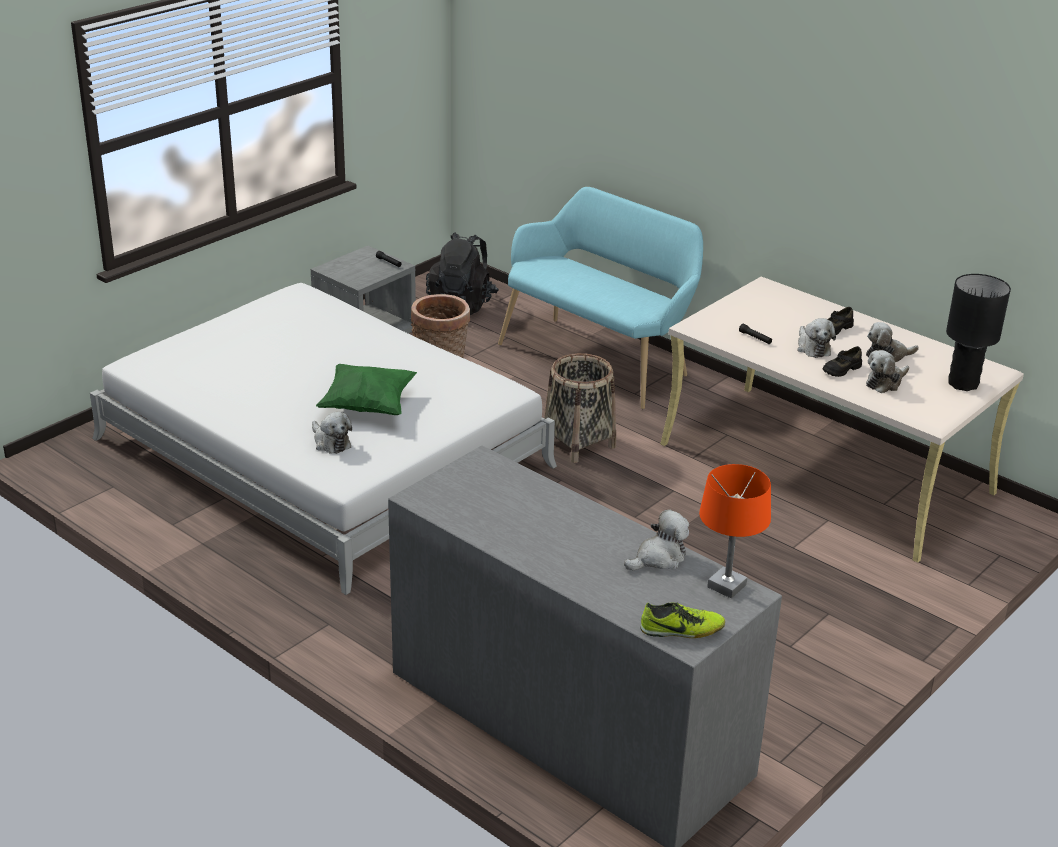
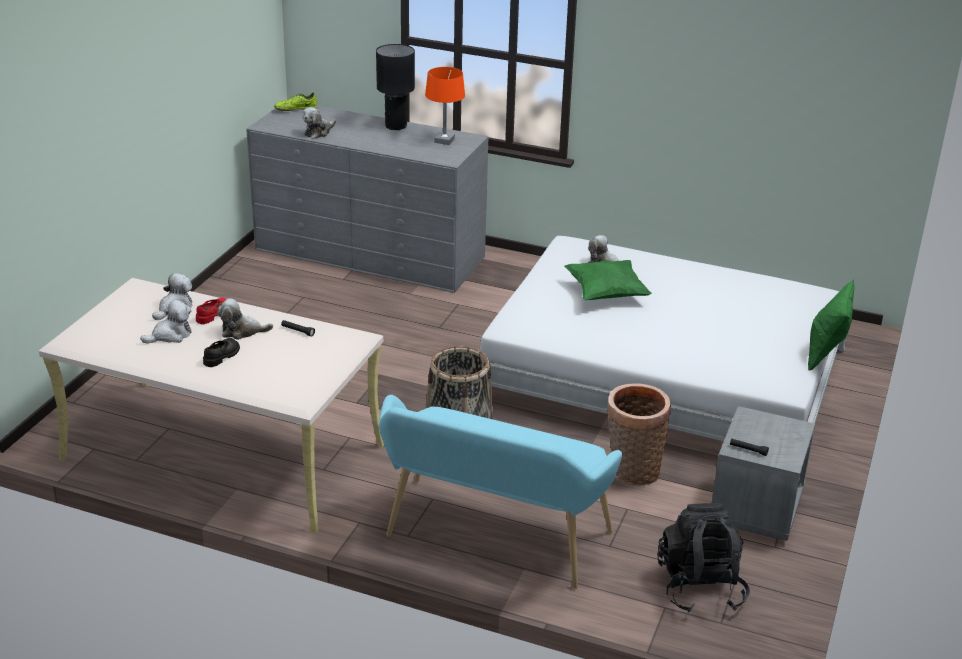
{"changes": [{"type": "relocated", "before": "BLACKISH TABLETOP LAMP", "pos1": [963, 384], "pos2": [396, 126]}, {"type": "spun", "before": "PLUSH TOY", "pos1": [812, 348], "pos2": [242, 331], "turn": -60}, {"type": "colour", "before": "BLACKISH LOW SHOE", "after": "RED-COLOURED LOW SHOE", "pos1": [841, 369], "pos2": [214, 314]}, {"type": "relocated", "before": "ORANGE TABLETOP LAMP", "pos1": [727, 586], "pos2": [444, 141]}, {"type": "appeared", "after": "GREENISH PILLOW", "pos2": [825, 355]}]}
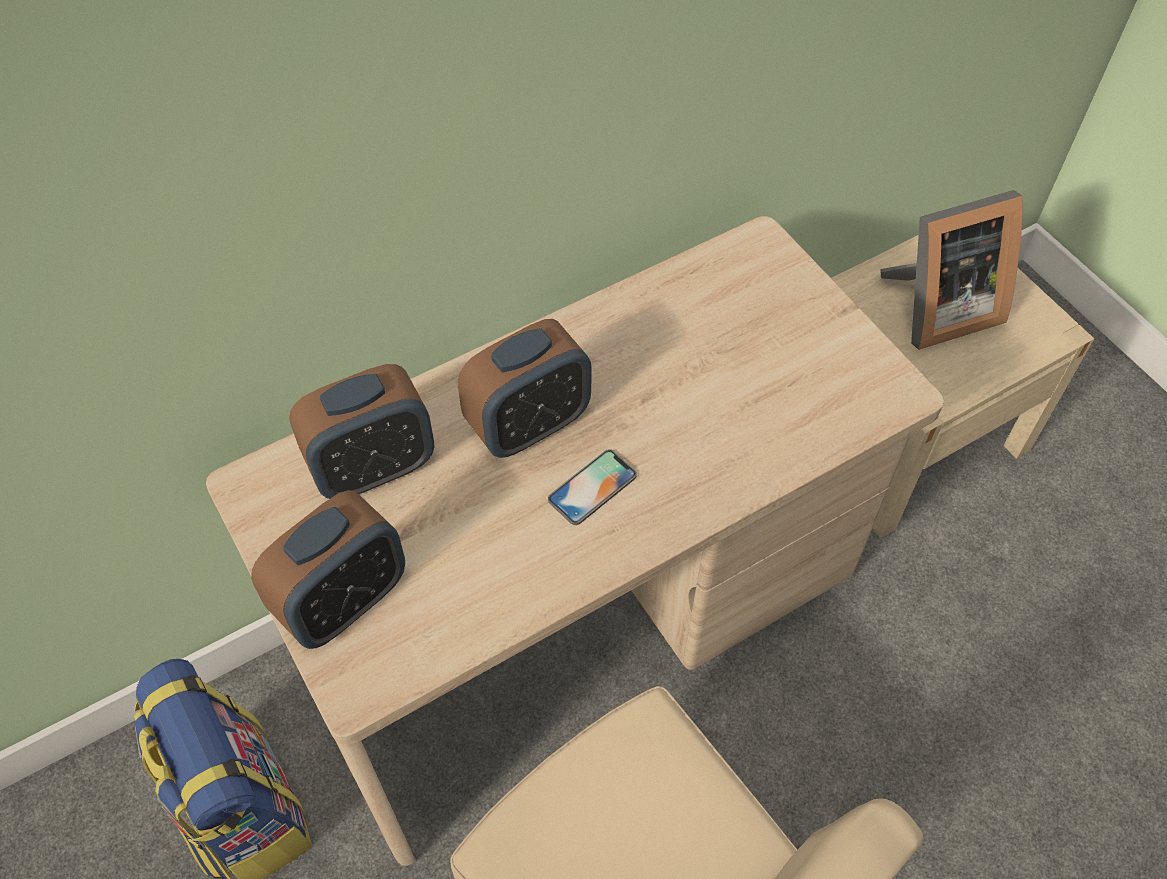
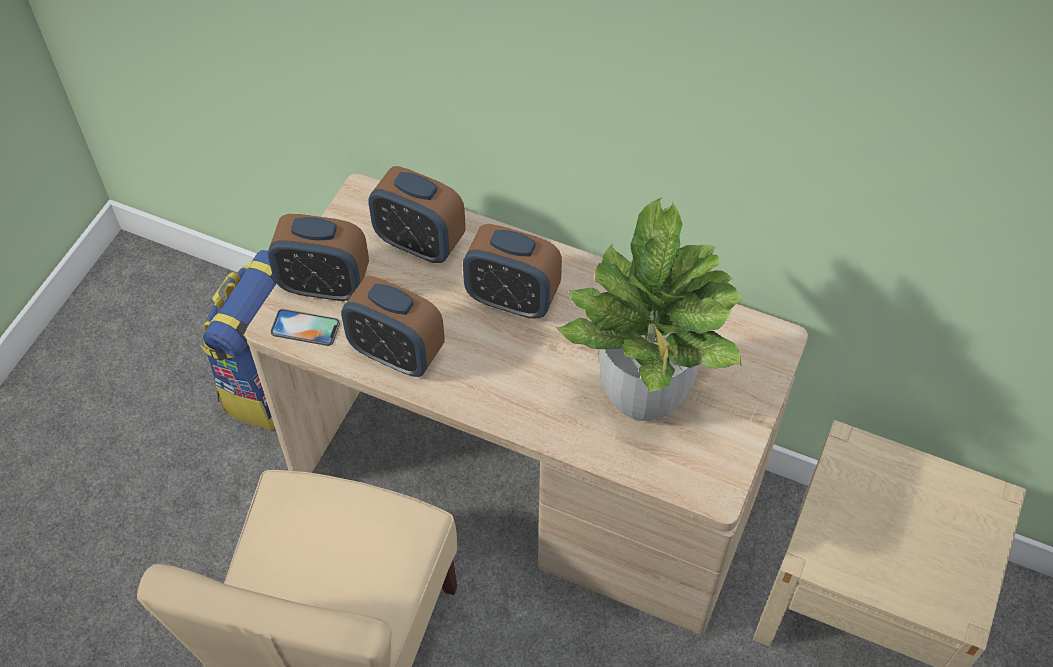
{"changes": [{"type": "missing", "before": "STANDING FRAME", "pos1": [936, 309]}, {"type": "relocated", "before": "HANDSET", "pos1": [592, 487], "pos2": [305, 328]}, {"type": "appeared", "after": "HOUSEPLANT", "pos2": [644, 396]}, {"type": "appeared", "after": "TABLE CLOCK", "pos2": [396, 353]}]}
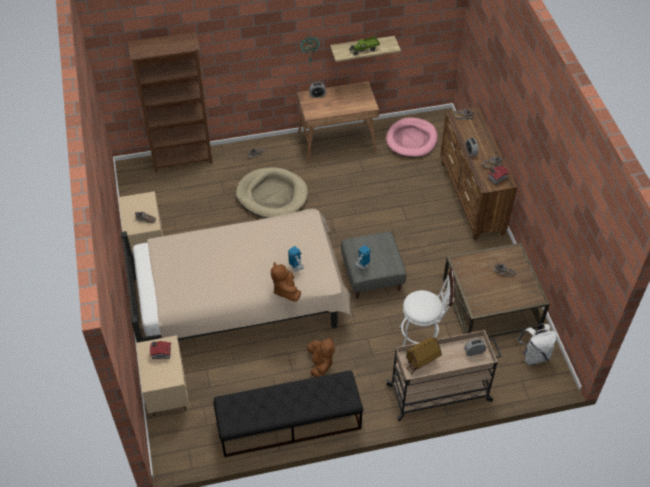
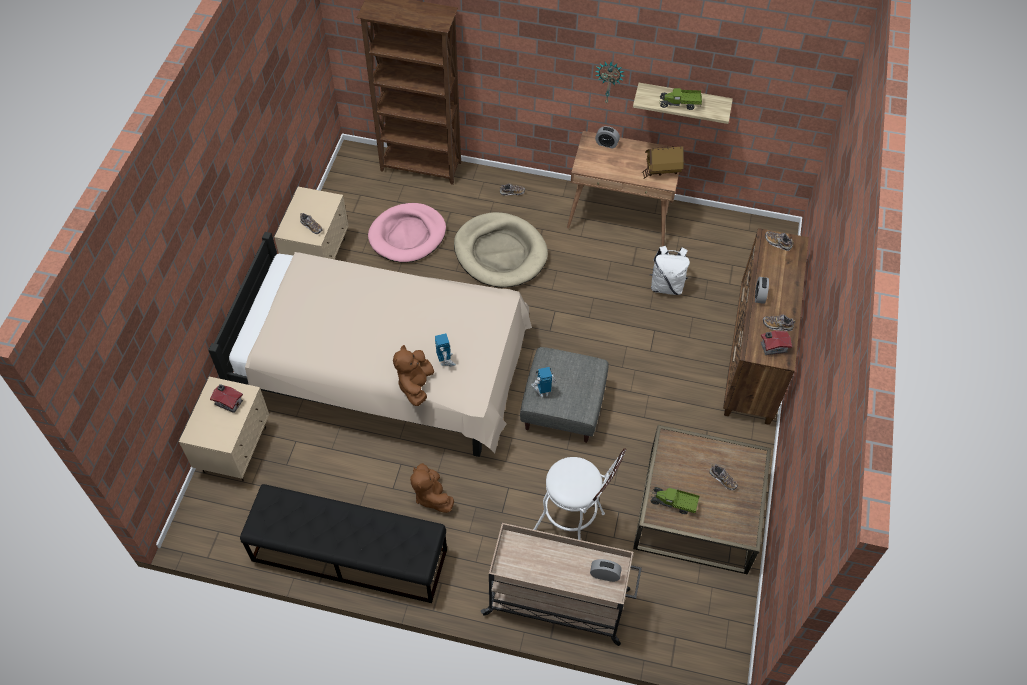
{"changes": [{"type": "relocated", "before": "PINK-COLOURED DOG BED", "pos1": [411, 140], "pos2": [407, 235]}, {"type": "relocated", "before": "WHITISH RUCKSACK", "pos1": [534, 355], "pos2": [666, 286]}, {"type": "spun", "before": "BROWN PLUSH TOY", "pos1": [320, 364], "pos2": [431, 496], "turn": 135}, {"type": "relocated", "before": "MINIATURE HOUSE", "pos1": [421, 361], "pos2": [662, 171]}, {"type": "appeared", "after": "TOY LORRY", "pos2": [673, 503]}]}
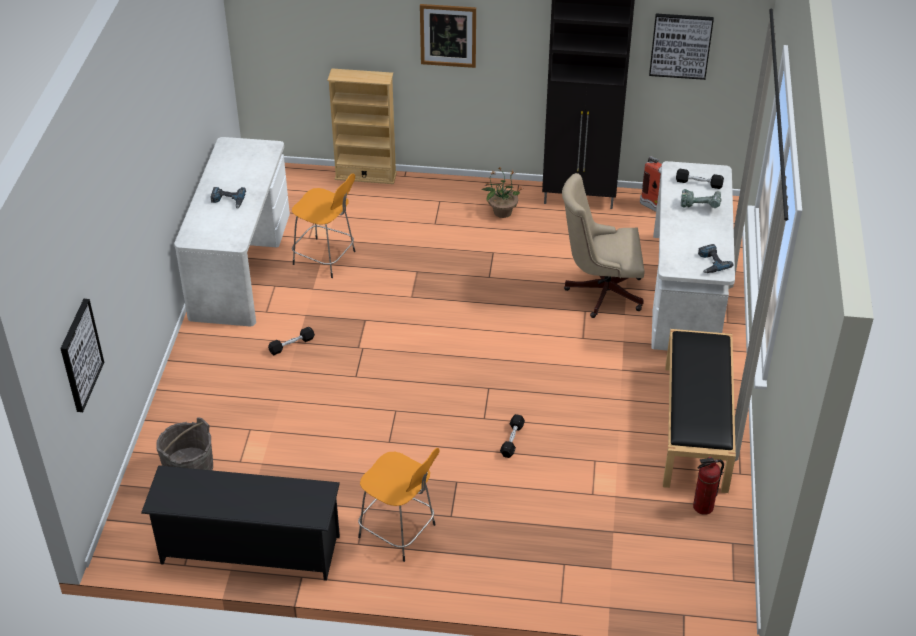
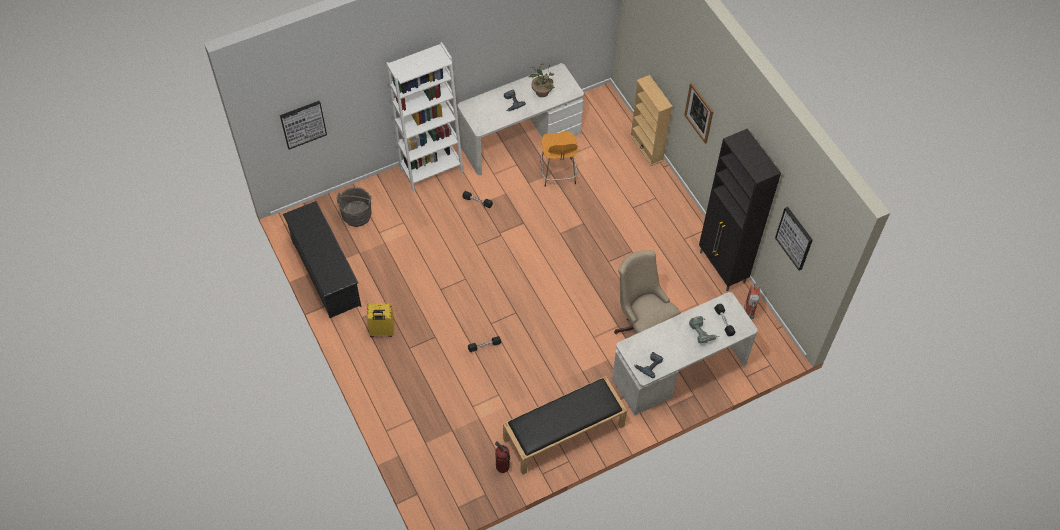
{"changes": [{"type": "relocated", "before": "HOUSEPLANT", "pos1": [502, 212], "pos2": [542, 92]}, {"type": "exchanged", "before": "ORANGE STOOL SEAT", "after": "YELLOWISH TRAVEL CASE", "pos1": [399, 532], "pos2": [382, 331]}, {"type": "appeared", "after": "WHITISH SHELVING UNIT", "pos2": [431, 170]}]}
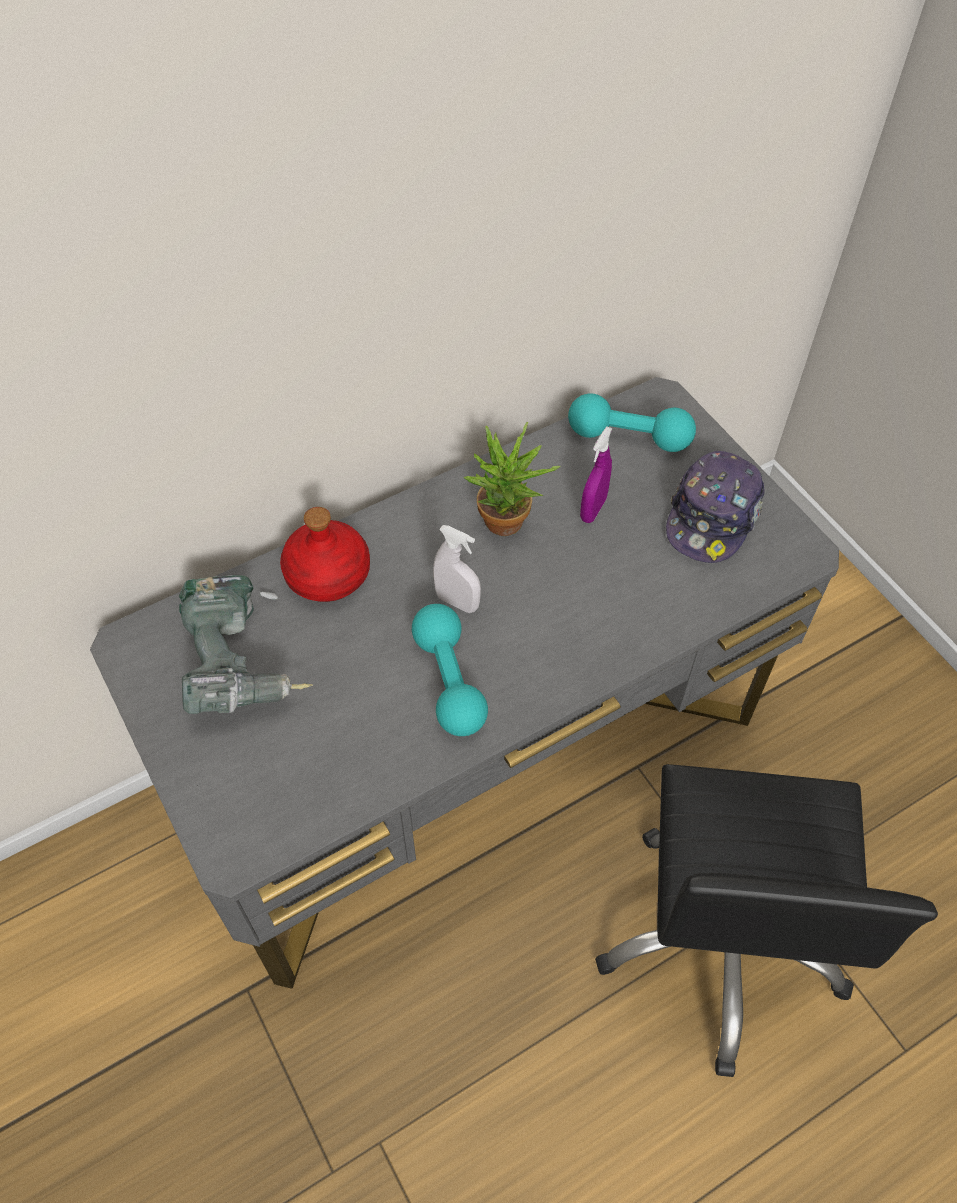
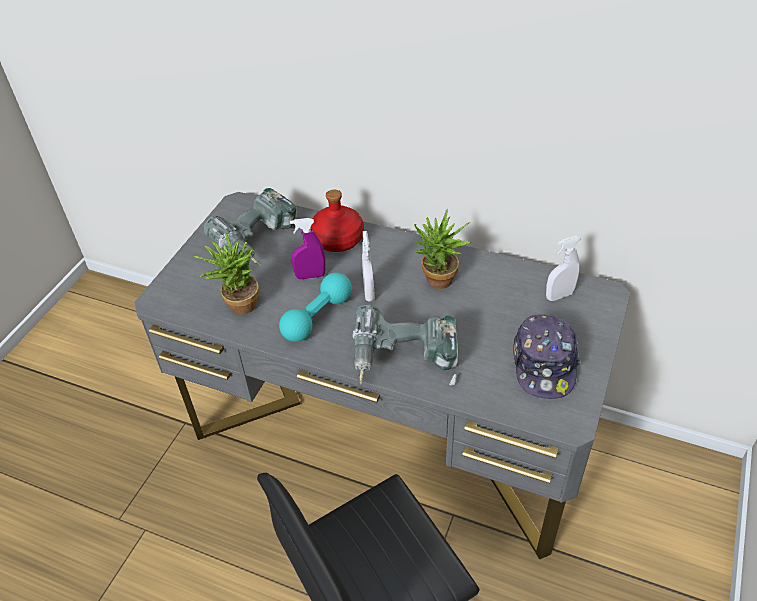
{"changes": [{"type": "exchanged", "before": "TURQUOISE DUMBBELL", "after": "WHITISH SPRAYER", "pos1": [629, 437], "pos2": [559, 295]}, {"type": "relocated", "before": "PURPLE SPRAYER", "pos1": [593, 509], "pos2": [310, 276]}, {"type": "spun", "before": "PEAKED CAP", "pos1": [712, 517], "pos2": [544, 364], "turn": -75}, {"type": "appeared", "after": "HOUSEPLANT", "pos2": [237, 305]}, {"type": "appeared", "after": "POWER DRILL", "pos2": [404, 362]}]}
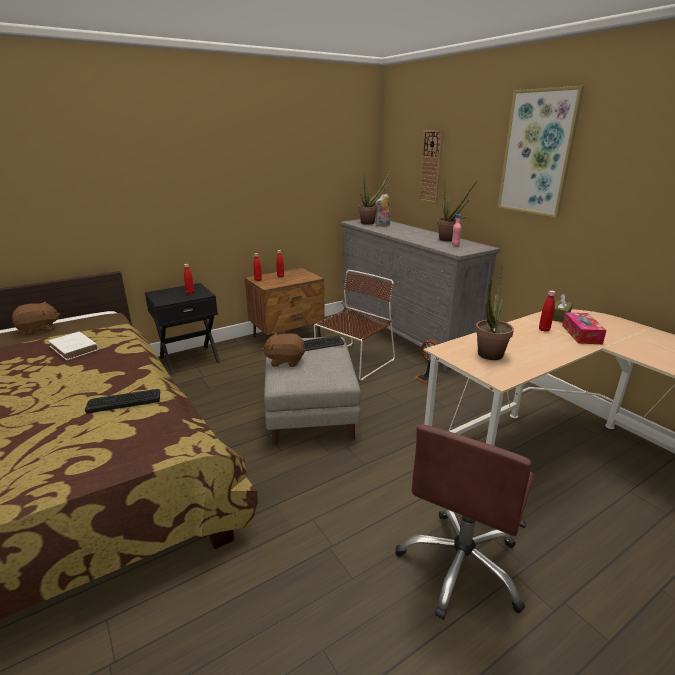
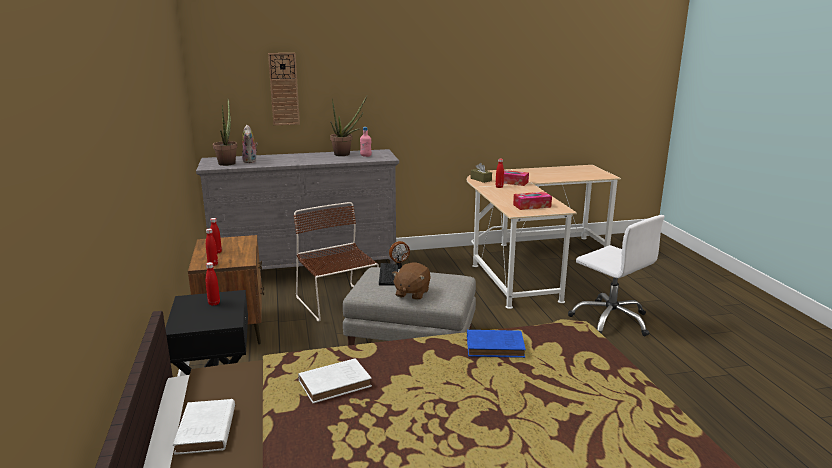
{"changes": [{"type": "missing", "before": "WALL ART", "pos1": [537, 153]}, {"type": "exchanged", "before": "HOUSEPLANT", "after": "BOX OF TISSUES", "pos1": [488, 357], "pos2": [532, 206]}, {"type": "exchanged", "before": "BROWN PLUSH TOY", "after": "WHITISH BOOK", "pos1": [38, 330], "pos2": [206, 431]}, {"type": "exchanged", "before": "KEYBOARD", "after": "BLUISH BOOK", "pos1": [124, 401], "pos2": [496, 347]}, {"type": "colour", "before": "BROWN COMPUTER CHAIR", "after": "WHITISH COMPUTER CHAIR", "pos1": [461, 565], "pos2": [611, 320]}]}
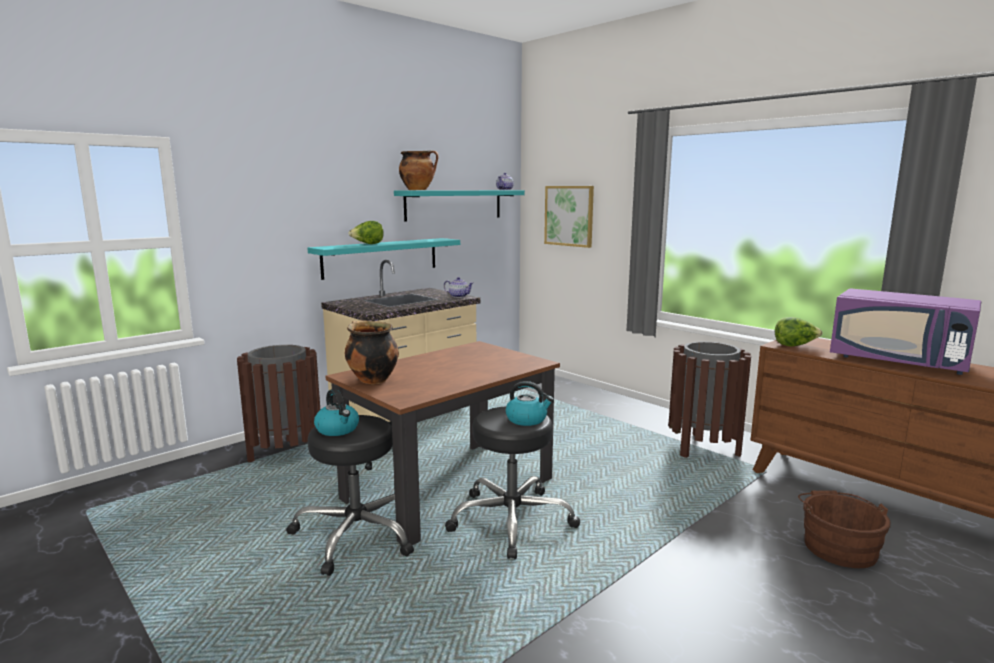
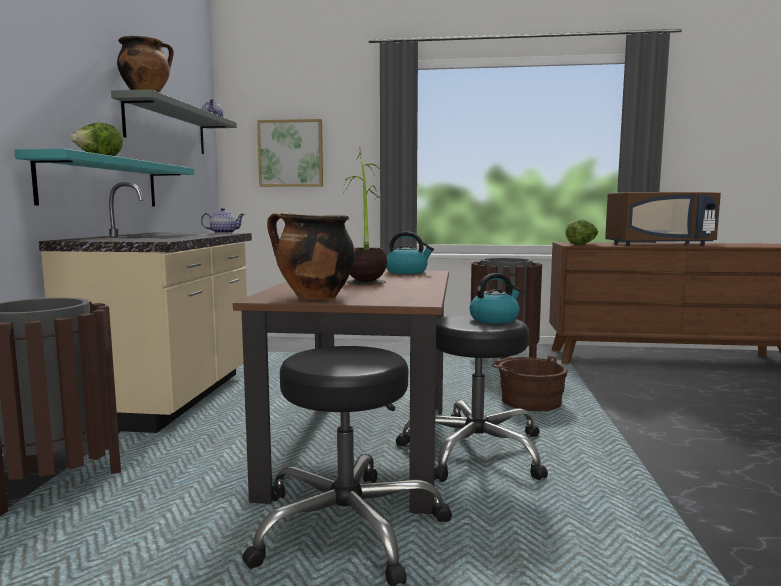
{"changes": [{"type": "colour", "before": "TURQUOISE SHELF", "after": "GREY SHELF", "pos1": [454, 204], "pos2": [167, 128]}, {"type": "colour", "before": "PURPLE KITCHEN MICROWAVE", "after": "BROWN KITCHEN MICROWAVE", "pos1": [899, 362], "pos2": [658, 244]}, {"type": "relocated", "before": "WATER KETTLE", "pos1": [338, 429], "pos2": [407, 272]}, {"type": "relocated", "before": "BROWN BUCKET", "pos1": [837, 546], "pos2": [528, 401]}, {"type": "appeared", "after": "HOUSEPLANT", "pos2": [365, 279]}]}
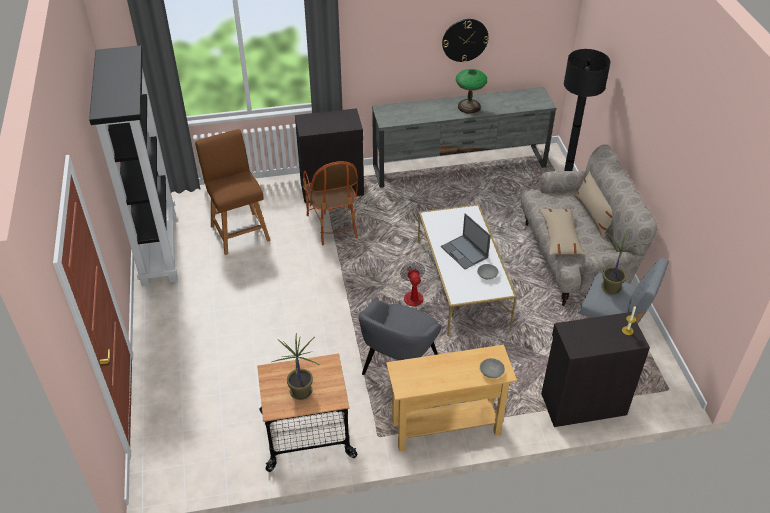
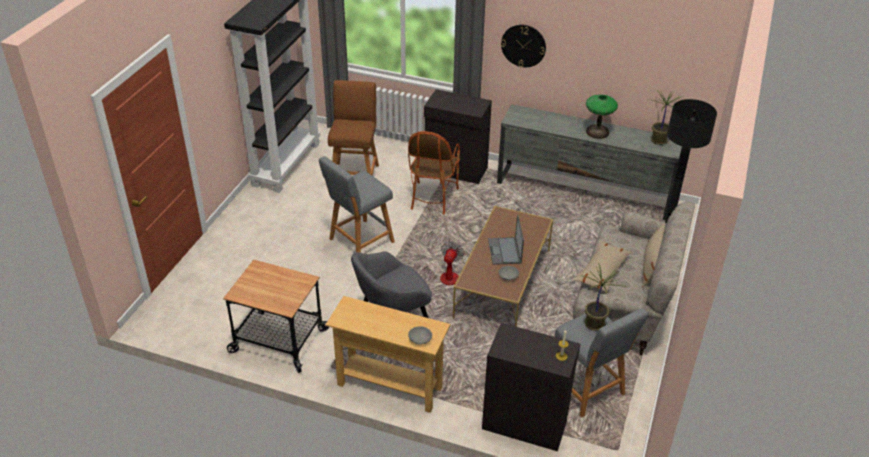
{"changes": [{"type": "relocated", "before": "CLOCK ON THE WALL", "pos1": [465, 40], "pos2": [523, 45]}, {"type": "colour", "before": "WHITISH LOUNGE TABLE", "after": "BROWN LOUNGE TABLE", "pos1": [462, 283], "pos2": [502, 284]}, {"type": "relocated", "before": "HOUSEPLANT", "pos1": [301, 392], "pos2": [659, 141]}, {"type": "appeared", "after": "GREY STOOL SEAT", "pos2": [359, 242]}]}
